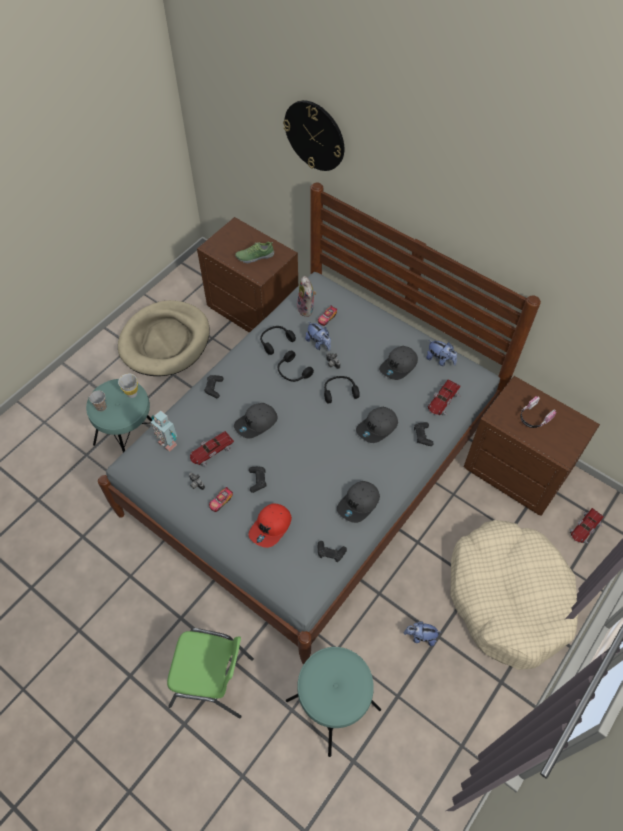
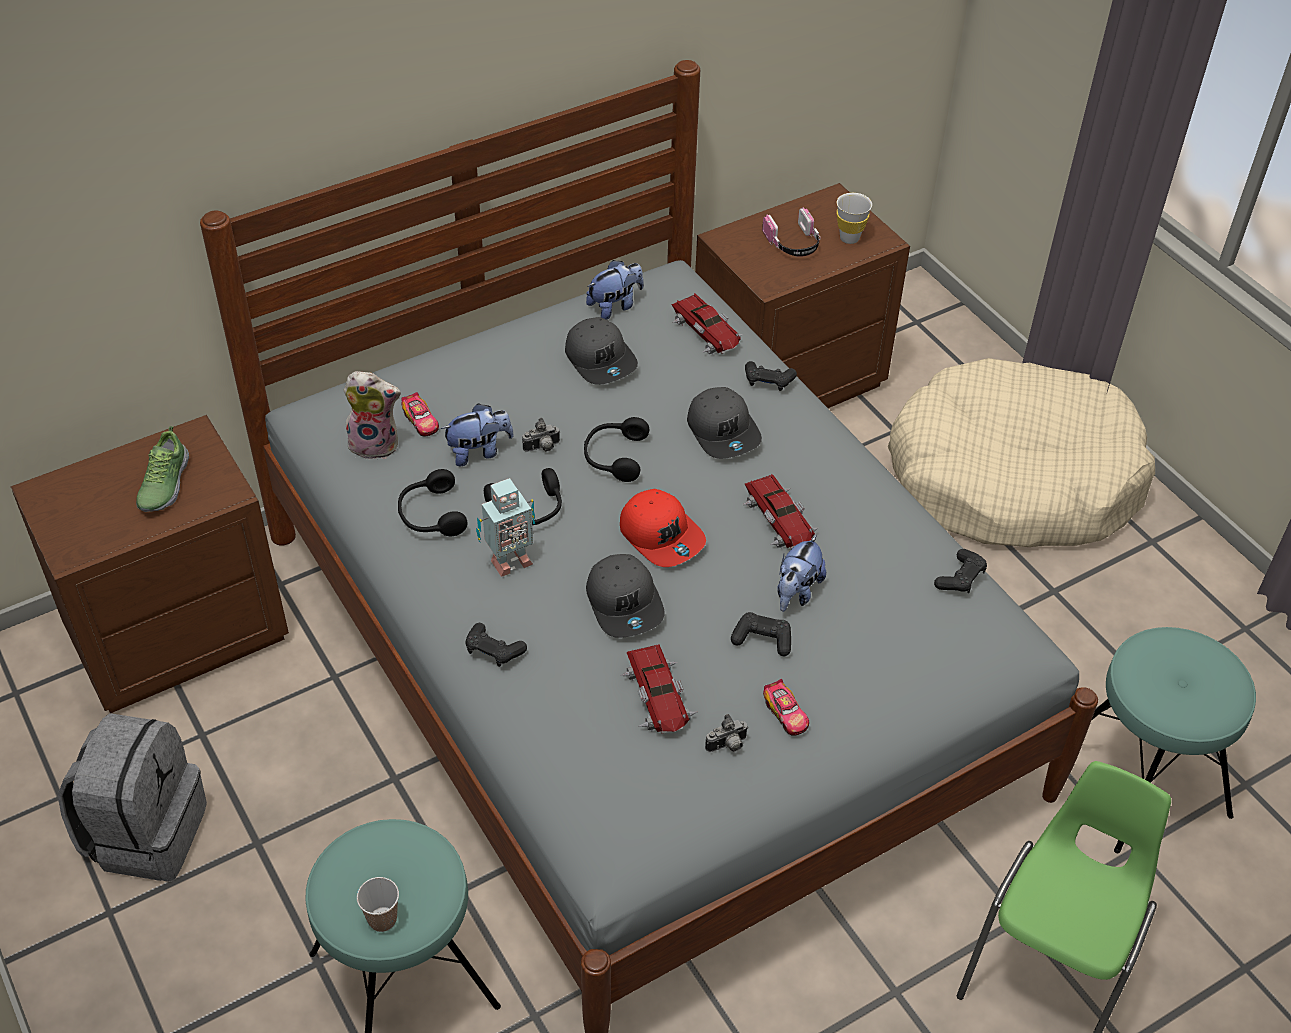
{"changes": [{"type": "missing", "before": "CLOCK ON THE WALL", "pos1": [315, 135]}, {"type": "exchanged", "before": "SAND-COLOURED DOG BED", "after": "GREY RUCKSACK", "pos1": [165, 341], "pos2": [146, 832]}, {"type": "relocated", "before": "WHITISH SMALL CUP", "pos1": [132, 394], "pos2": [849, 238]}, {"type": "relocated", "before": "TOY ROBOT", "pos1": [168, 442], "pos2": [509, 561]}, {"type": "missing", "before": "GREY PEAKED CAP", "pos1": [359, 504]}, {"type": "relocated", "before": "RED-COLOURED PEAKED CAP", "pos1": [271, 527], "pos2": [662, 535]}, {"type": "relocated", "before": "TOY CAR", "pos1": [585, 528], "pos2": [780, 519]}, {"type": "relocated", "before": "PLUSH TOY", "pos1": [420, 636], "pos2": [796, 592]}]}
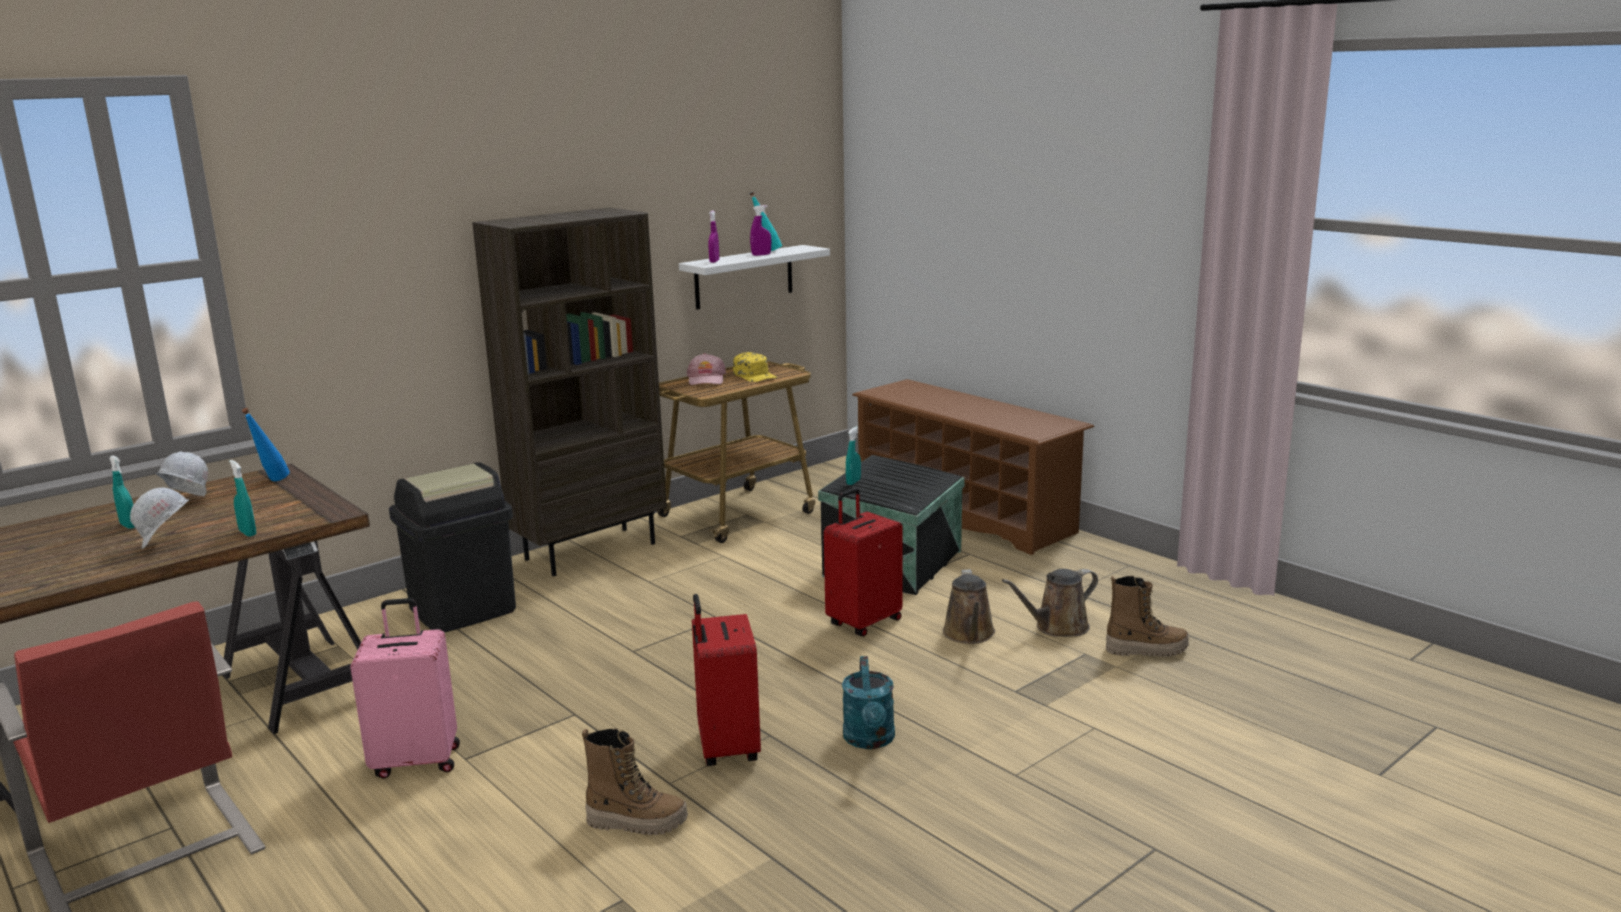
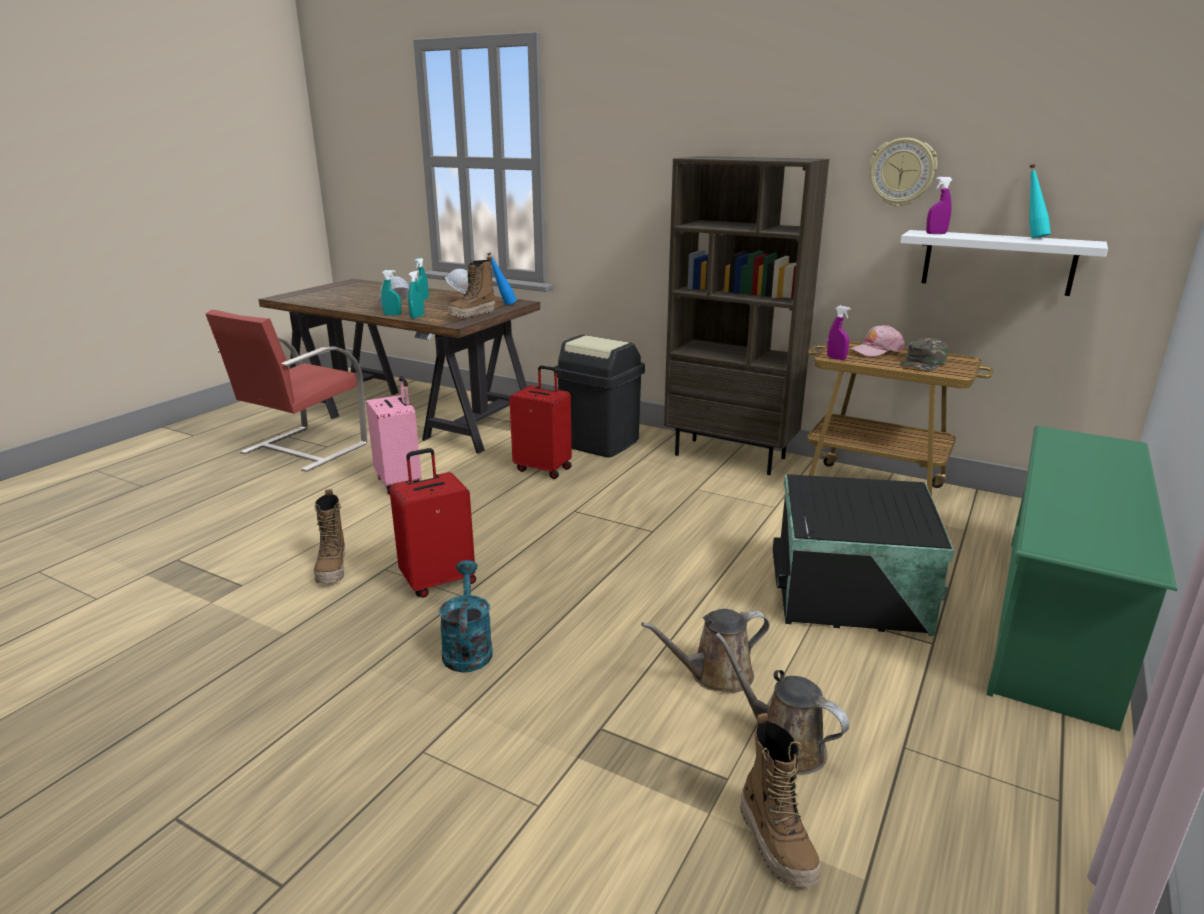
{"changes": [{"type": "relocated", "before": "PURPLE SPRAYER", "pos1": [761, 255], "pos2": [836, 358]}, {"type": "colour", "before": "YELLOWISH PEAKED CAP", "after": "GREENISH PEAKED CAP", "pos1": [755, 375], "pos2": [923, 363]}, {"type": "colour", "before": "BROWN SHOE SHELF", "after": "GREENISH SHOE SHELF", "pos1": [965, 512], "pos2": [1055, 621]}, {"type": "relocated", "before": "TURQUOISE SPRAYER", "pos1": [853, 482], "pos2": [392, 315]}, {"type": "relocated", "before": "RED-COLOURED TRAVEL CASE", "pos1": [863, 622], "pos2": [544, 469]}, {"type": "spun", "before": "TURQUOISE SPRINKLING CAN", "pos1": [870, 740], "pos2": [467, 648], "turn": 105}, {"type": "appeared", "after": "CLOCK ON THE WALL", "pos2": [902, 172]}, {"type": "appeared", "after": "HIGH-TOP BOOT", "pos2": [472, 314]}]}
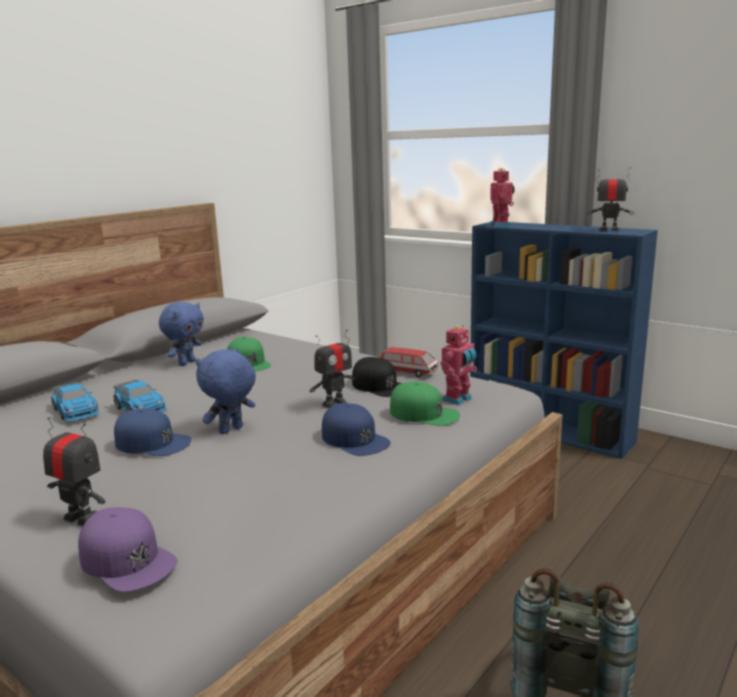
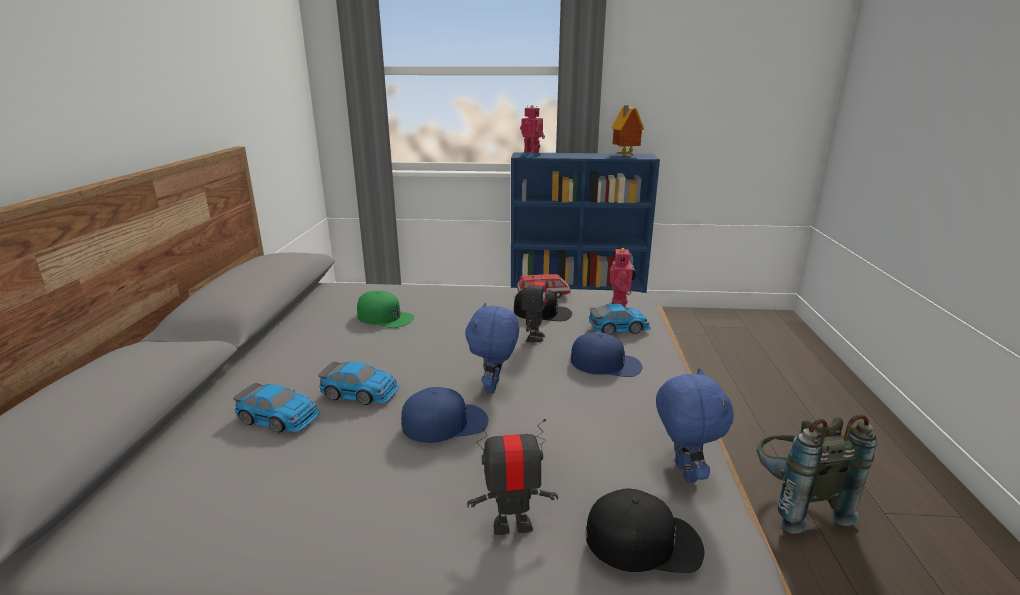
{"changes": [{"type": "exchanged", "before": "TOY ROBOT", "after": "MINIATURE HOUSE", "pos1": [609, 230], "pos2": [624, 155]}, {"type": "relocated", "before": "BLUISH PLUSH TOY", "pos1": [186, 363], "pos2": [683, 472]}, {"type": "exchanged", "before": "GREENISH PEAKED CAP", "after": "TOY CAR", "pos1": [424, 413], "pos2": [619, 327]}, {"type": "colour", "before": "PURPLE PEAKED CAP", "after": "BLACKISH PEAKED CAP", "pos1": [127, 560], "pos2": [643, 541]}]}
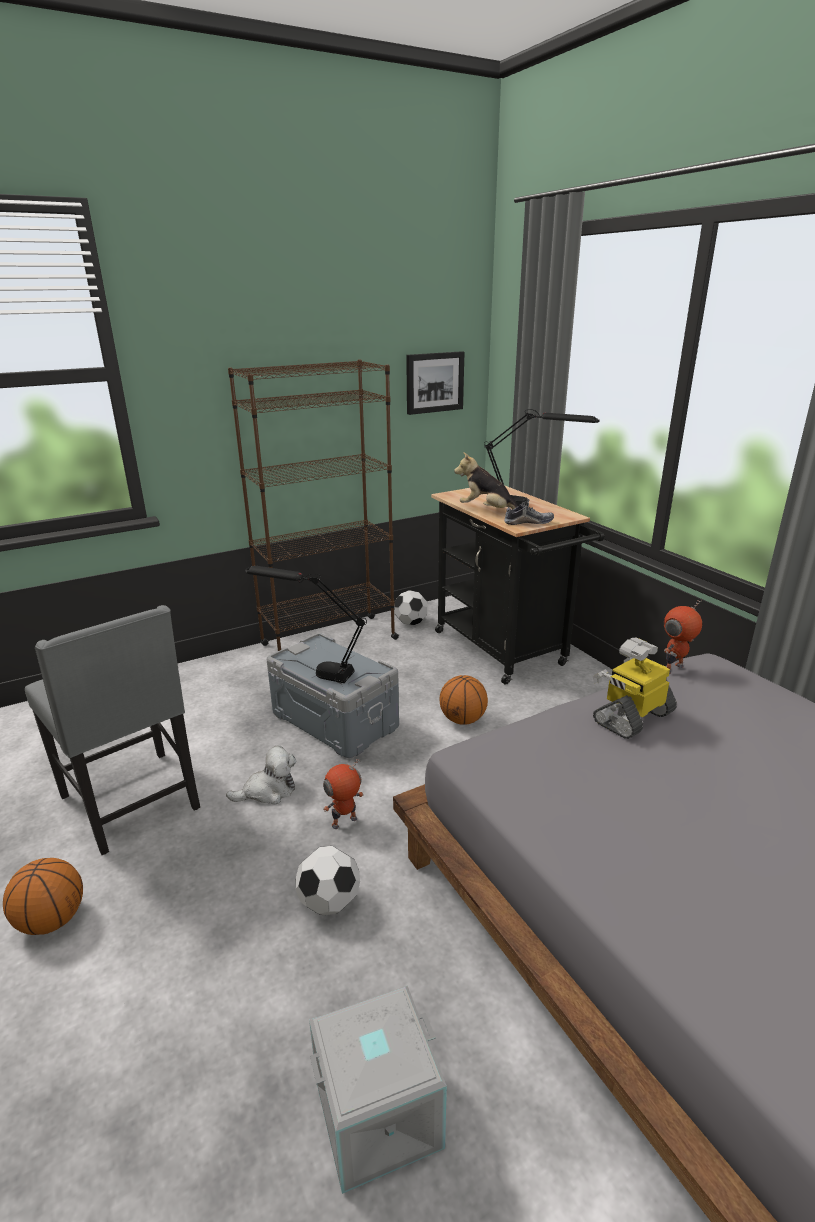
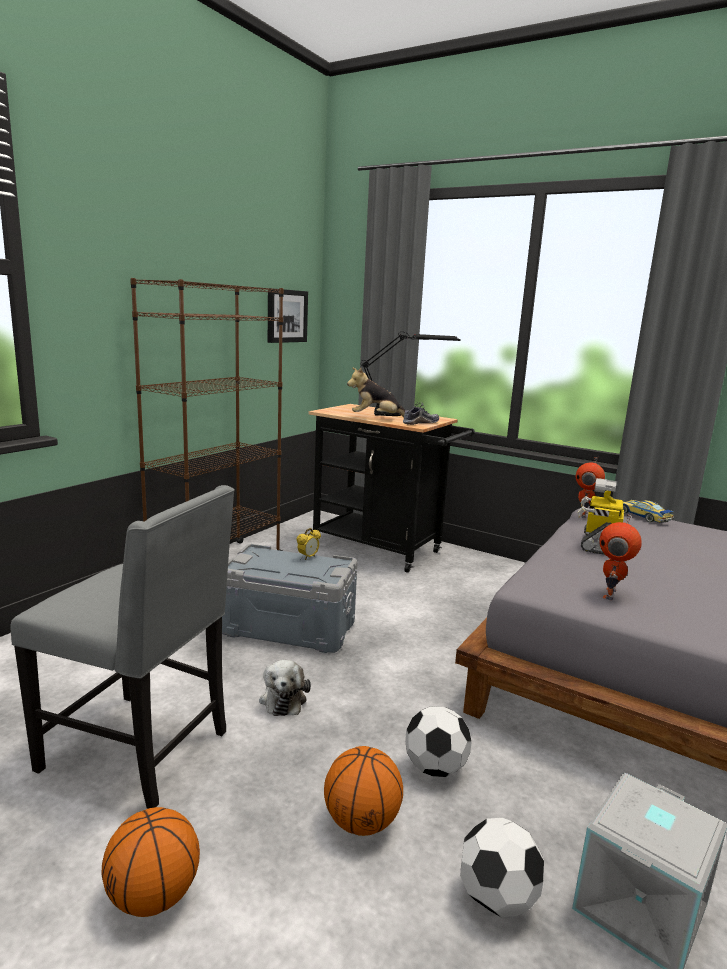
{"changes": [{"type": "missing", "before": "BLACKISH TABLETOP LAMP", "pos1": [311, 669]}, {"type": "relocated", "before": "FOOTBALL BALL", "pos1": [411, 623], "pos2": [496, 897]}, {"type": "relocated", "before": "BASKETBALL", "pos1": [463, 720], "pos2": [361, 822]}, {"type": "spun", "before": "PLUSH TOY", "pos1": [268, 791], "pos2": [283, 698], "turn": 135}, {"type": "relocated", "before": "TOY ROBOT", "pos1": [345, 823], "pos2": [611, 594]}, {"type": "appeared", "after": "TOY CAR", "pos2": [643, 516]}, {"type": "appeared", "after": "TABLE CLOCK", "pos2": [308, 557]}]}
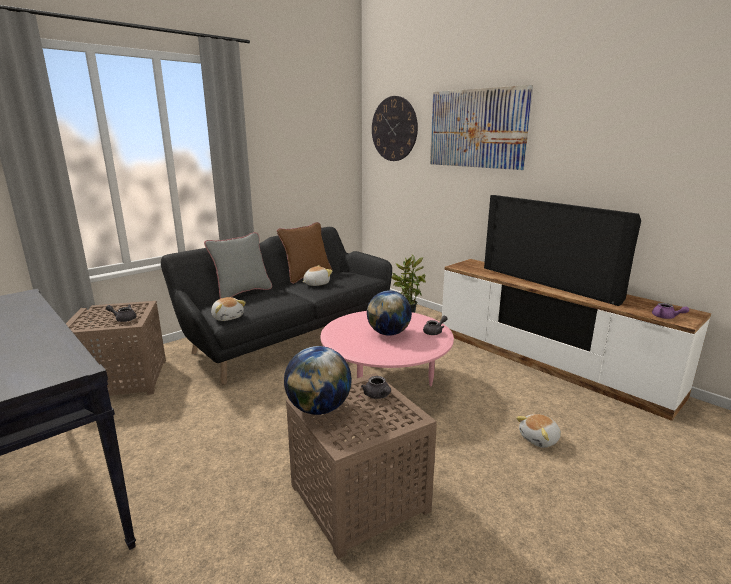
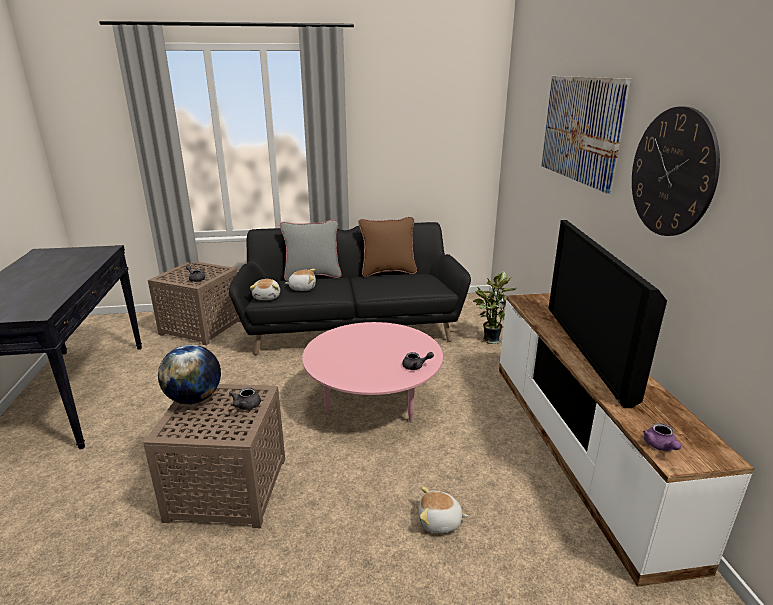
{"changes": [{"type": "relocated", "before": "CLOCK ON THE WALL", "pos1": [394, 129], "pos2": [672, 172]}, {"type": "relocated", "before": "PLUSH TOY", "pos1": [316, 284], "pos2": [302, 288]}, {"type": "missing", "before": "WORLD GLOBE", "pos1": [389, 333]}]}
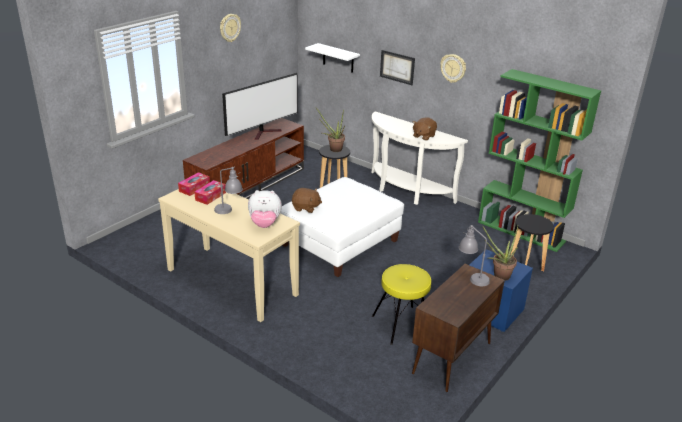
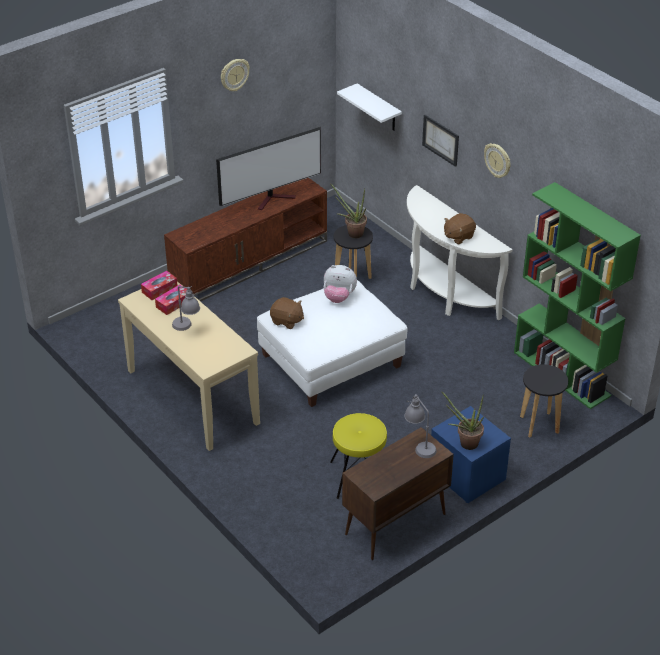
{"changes": [{"type": "relocated", "before": "PLUSH TOY", "pos1": [265, 224], "pos2": [339, 297]}]}
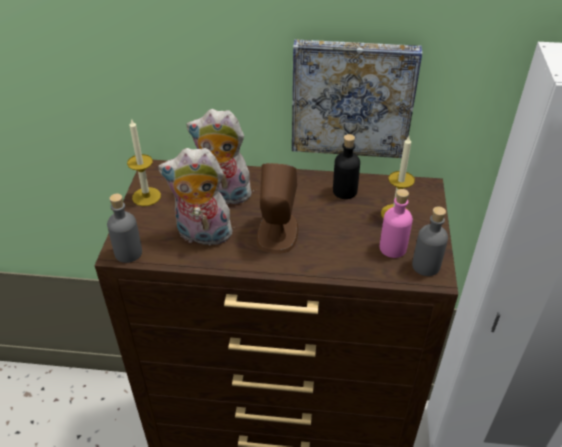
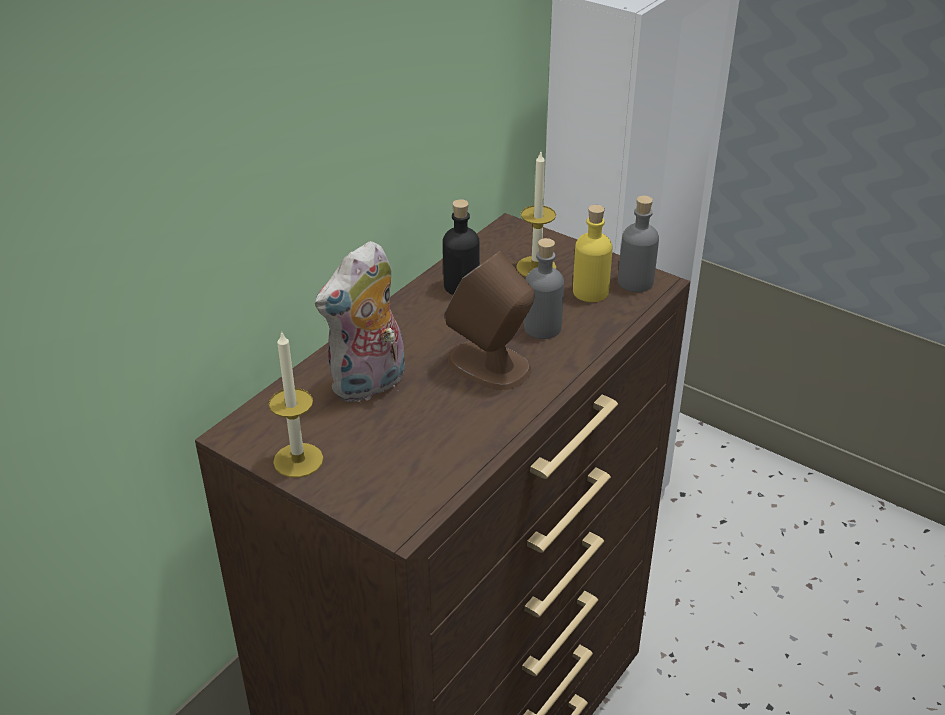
{"changes": [{"type": "missing", "before": "WALL ART", "pos1": [352, 97]}, {"type": "missing", "before": "PLUSH TOY", "pos1": [202, 236]}, {"type": "colour", "before": "PINK-COLOURED BOTTLE", "after": "YELLOWISH BOTTLE", "pos1": [393, 248], "pos2": [590, 292]}, {"type": "relocated", "before": "GREY BOTTLE", "pos1": [128, 253], "pos2": [542, 328]}]}
